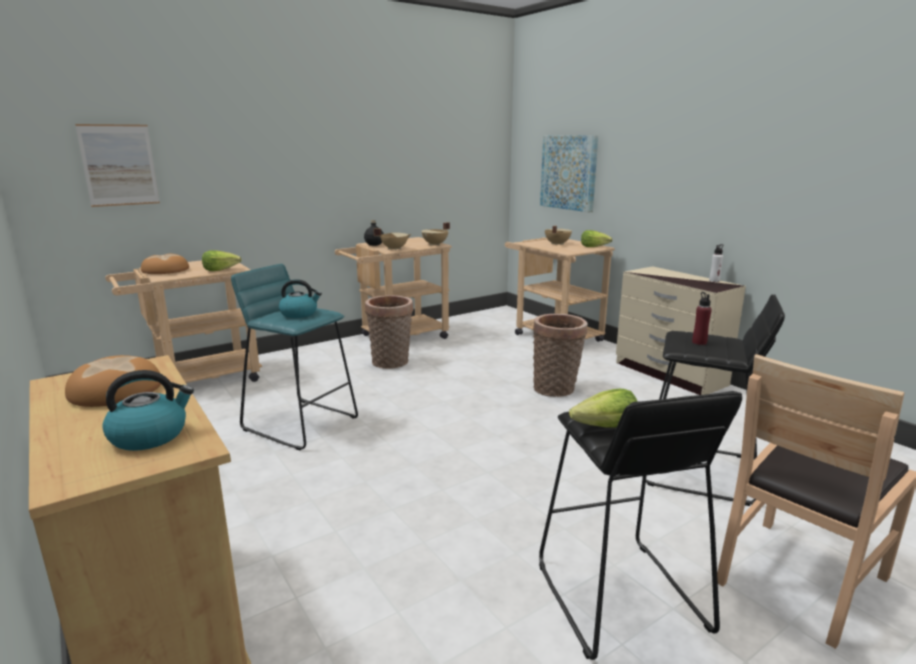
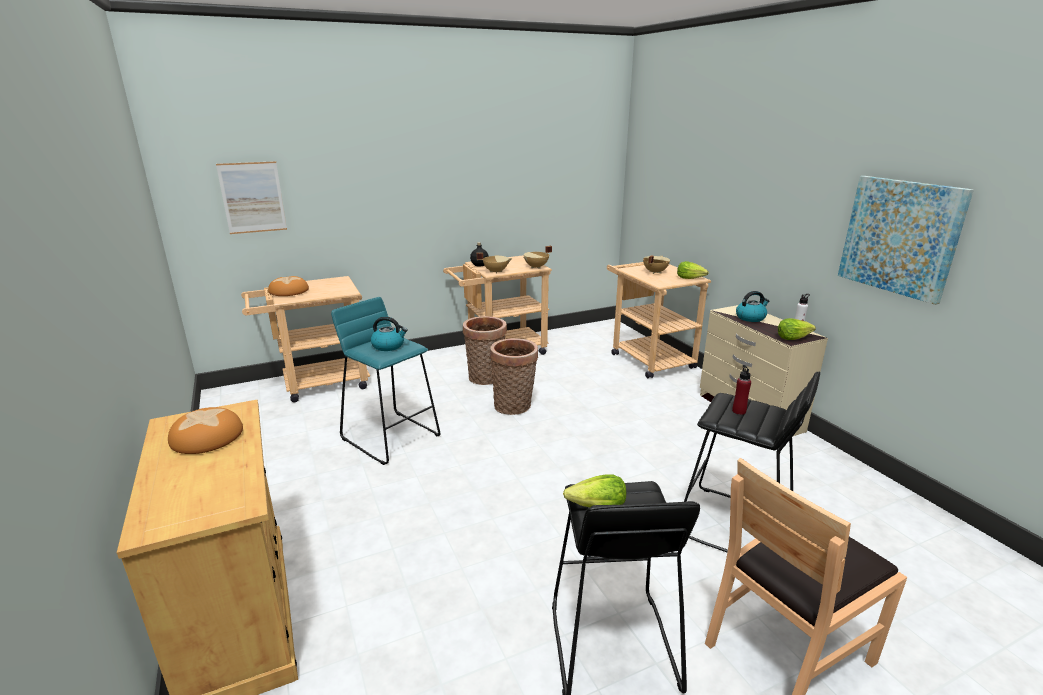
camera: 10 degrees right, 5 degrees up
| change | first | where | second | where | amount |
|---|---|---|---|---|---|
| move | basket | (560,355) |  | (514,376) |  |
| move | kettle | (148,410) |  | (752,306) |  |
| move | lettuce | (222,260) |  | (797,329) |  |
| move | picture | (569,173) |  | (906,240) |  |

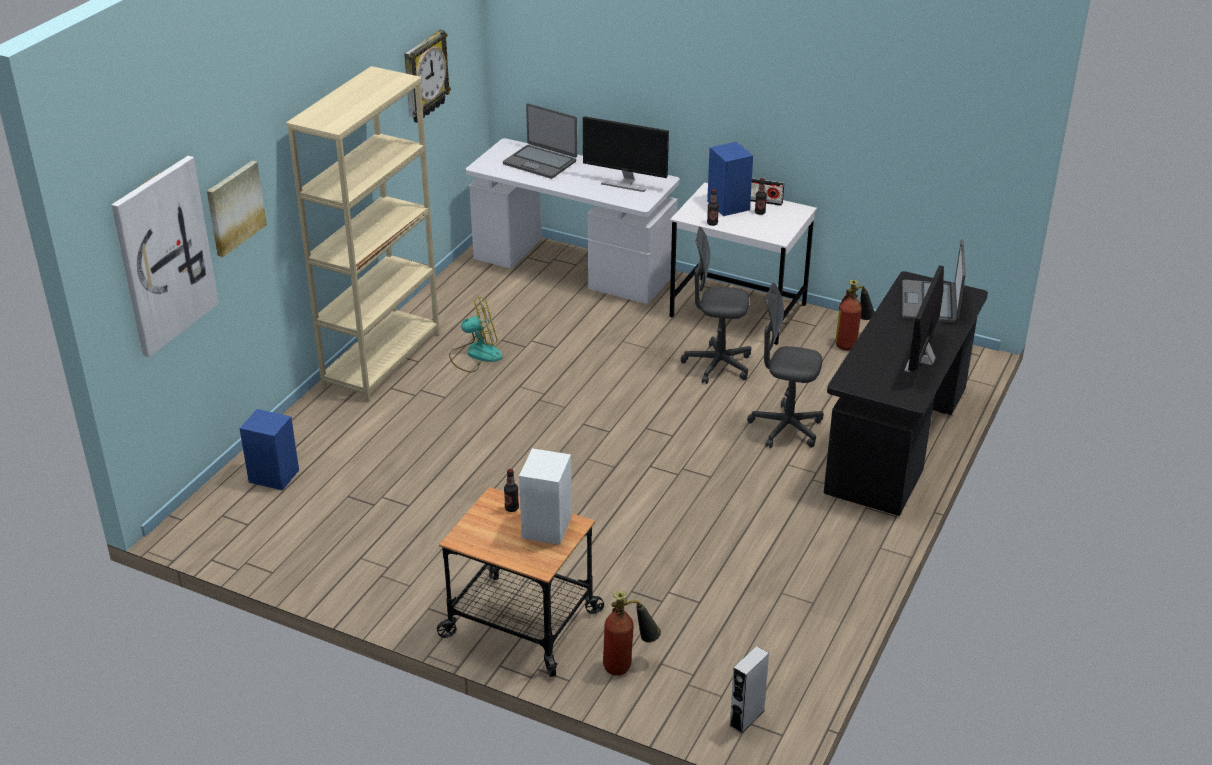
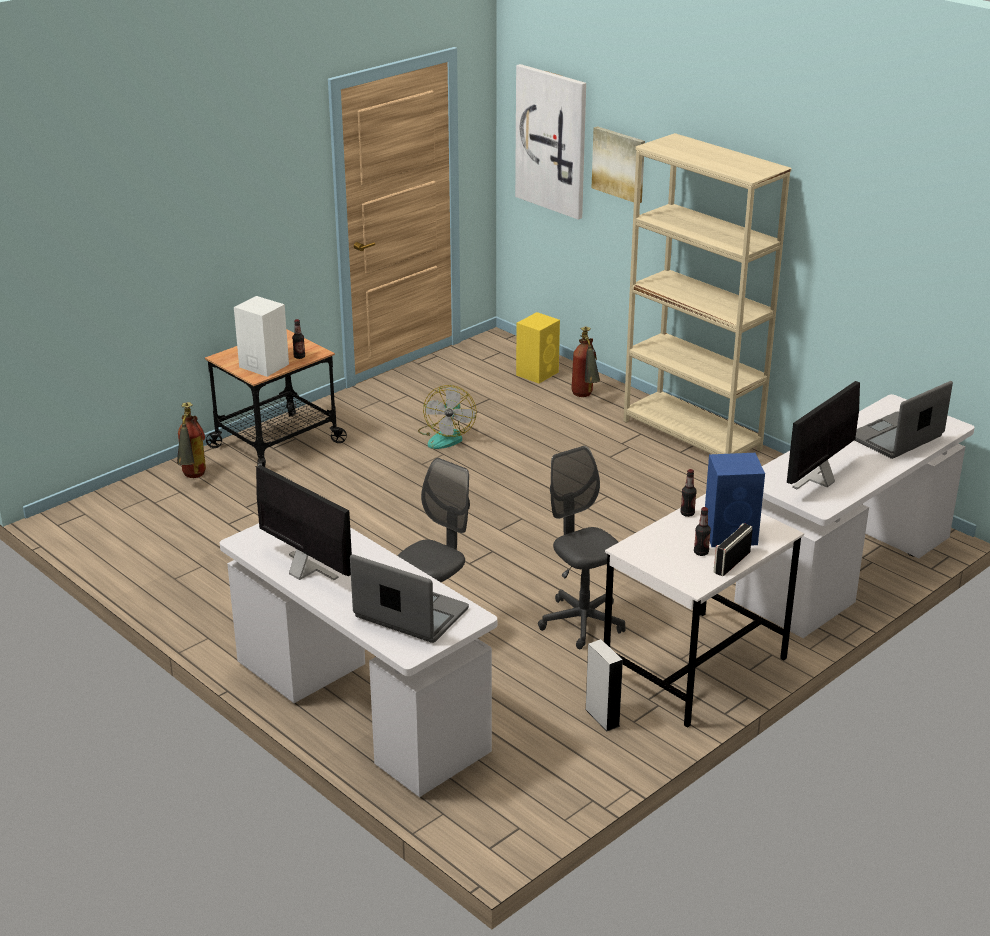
camera: 110 degrees right, 5 degrees down
| change | first | where | second | where | amount |
|---|---|---|---|---|---|
| recolor | desk in black | (906,393) | desk in white | (359,660) |  |
| move | fan | (476,334) |  | (447,417) |  |
| recolor | speaker in blue | (269,449) | speaker in yellow | (538,348) |  |
| rotate | office chair in grey | (716,305) |  | (581,547) | 60 degrees counterclockwise |
| move | fire extinguisher | (855,315) |  | (585,362) |  |
| move | speaker in grey | (749,689) |  | (604,685) |  |
| delete | wall clock | (427,76) |  |  |  |

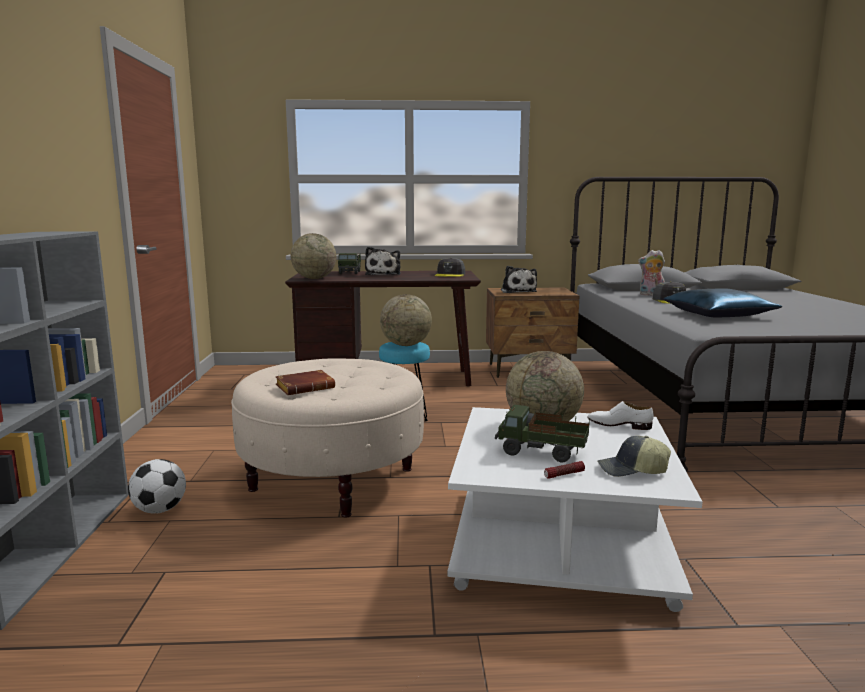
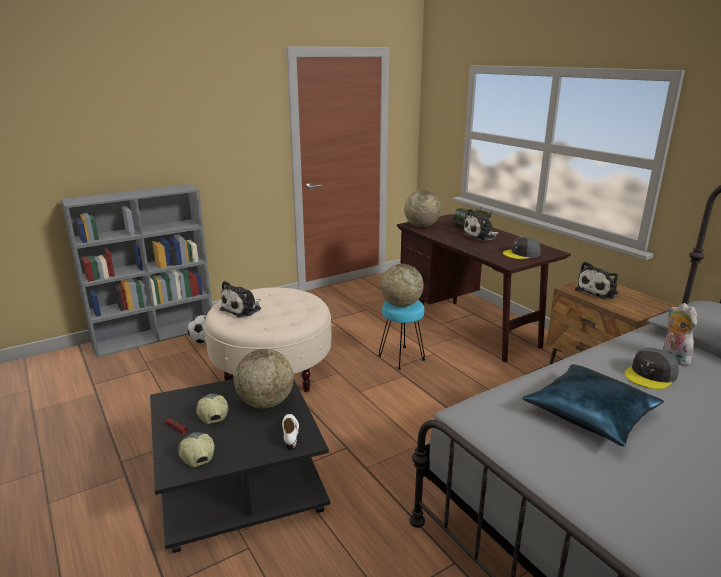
camera: 60 degrees right, 10 degrees up
| change | first | where | second | where | amount |
|---|---|---|---|---|---|
| recolor | coffee table in white | (575,509) | coffee table in black | (240,466) |  |
| replace | toy truck | (542,433) | cap | (212,408) |  |
| replace | book in brown | (305,382) | plush toy | (240,299) |  |

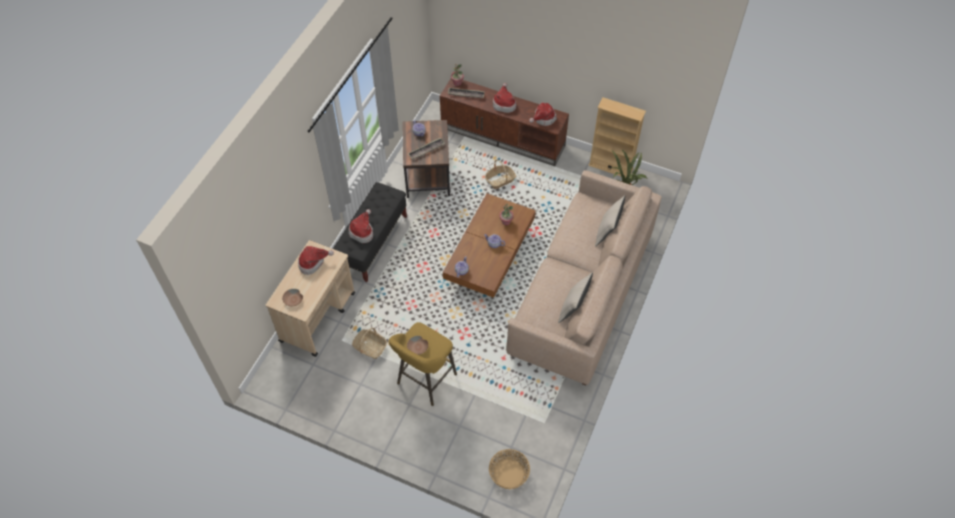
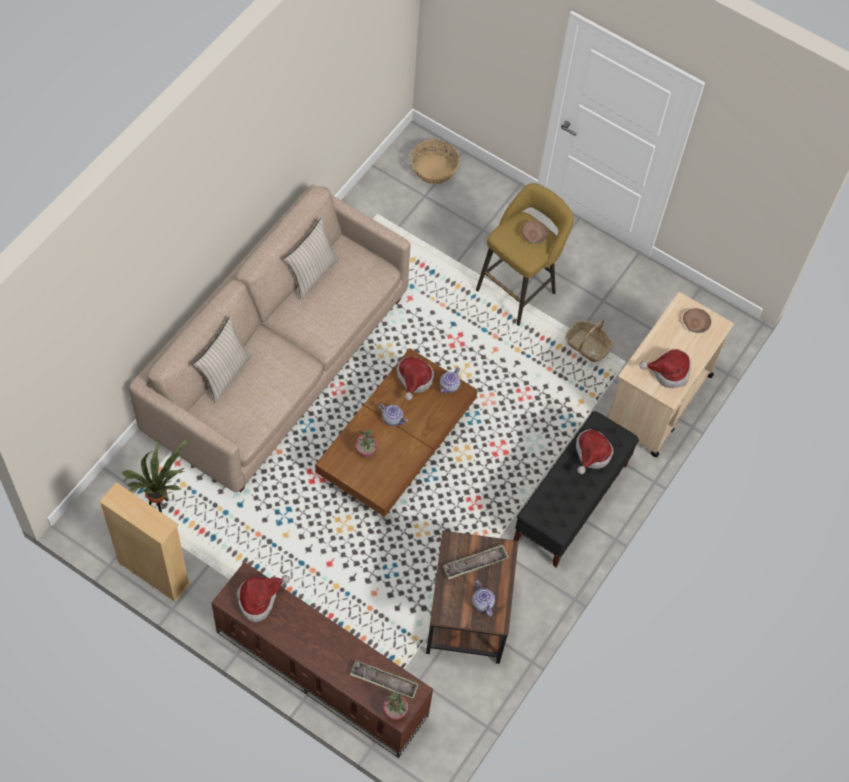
camera: 175 degrees left, 5 degrees up
| change | first | where | second | where | amount |
|---|---|---|---|---|---|
| move | hat | (504,98) |  | (415,378) |  |
| delete | basket | (500,174) |  |  |  |

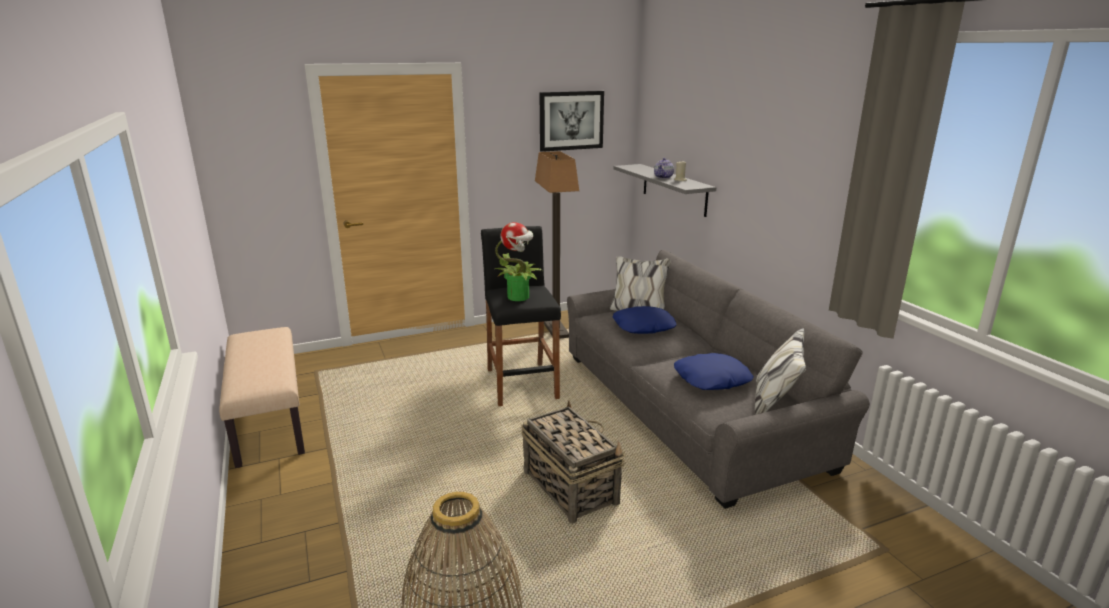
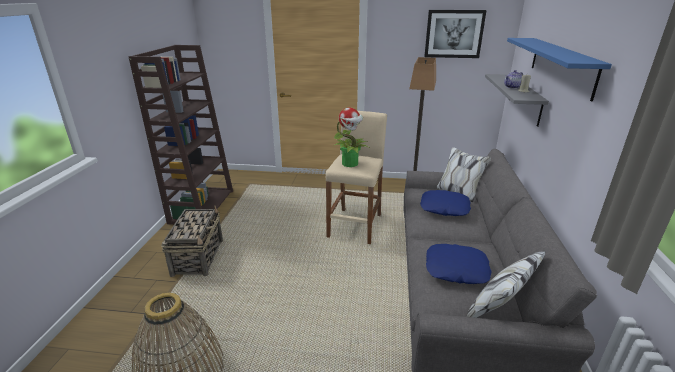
camera: 30 degrees right, 5 degrees up
| change | first | where | second | where | amount |
|---|---|---|---|---|---|
| replace | bench in beige | (262,397) | bookcase in brown | (180,135) |  |
| move | basket | (573,462) |  | (192,241) |  |
| recolor | stool in black | (521,316) | stool in beige | (356,177) |  |
| insert |  |  | shelf in blue | (559,70) |  |

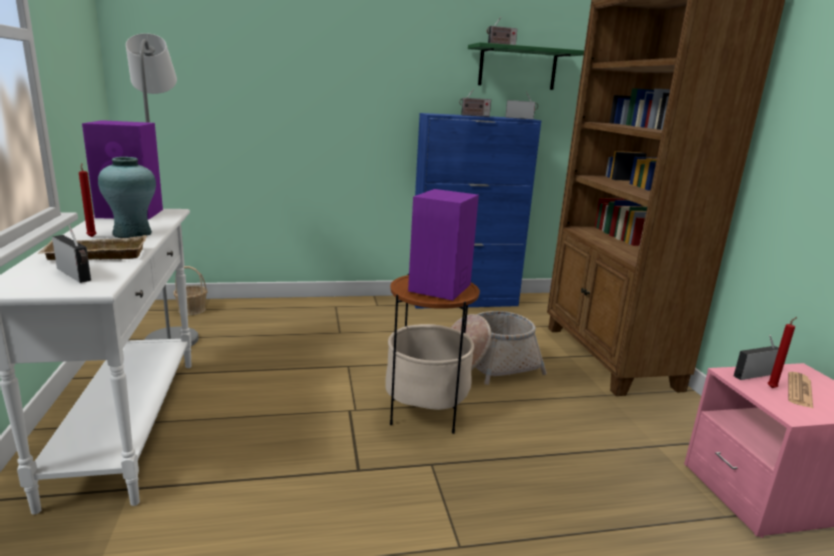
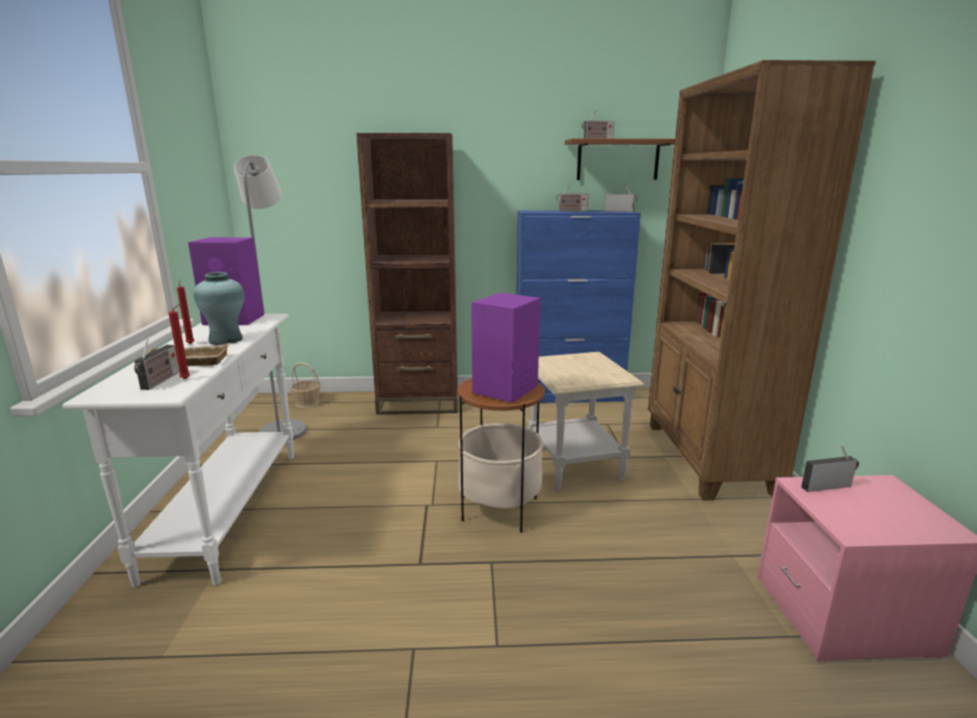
camera: 10 degrees right, 0 degrees up
| change | first | where | second | where | amount |
|---|---|---|---|---|---|
| rotate | radio | (71,254) |  | (157,364) | 45 degrees clockwise |
| move | candle in red | (782,352) |  | (179,342) |  |
| insert |  |  | bookcase in brown | (407,273) |  |
| replace | basket | (498,348) | side table in beige | (586,420) |  |
| recolor | shelf in green | (526,66) | shelf in brown | (620,159) |  |
| delete | newspaper | (800,390) |  |  |  |

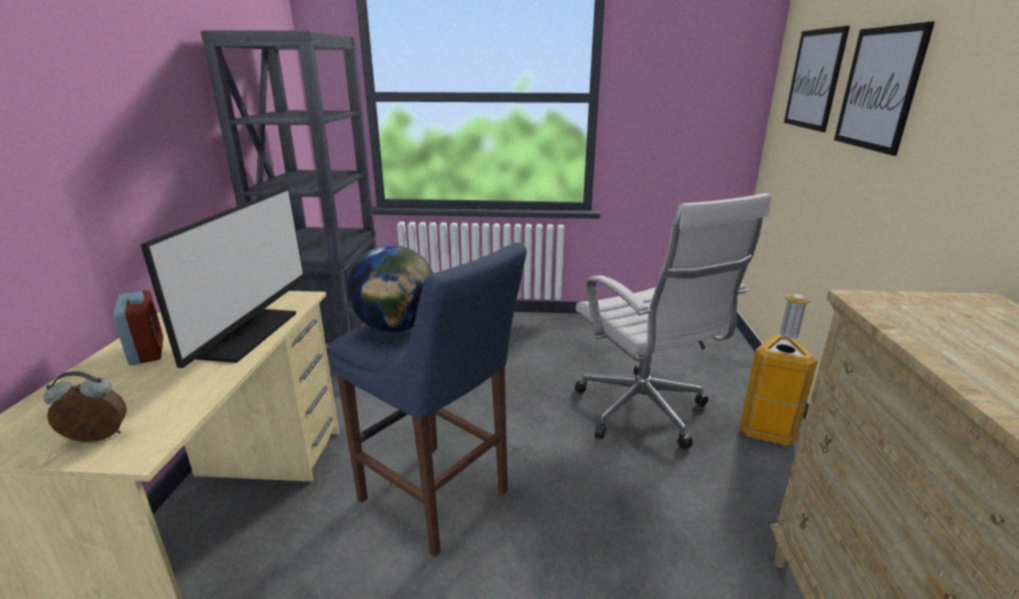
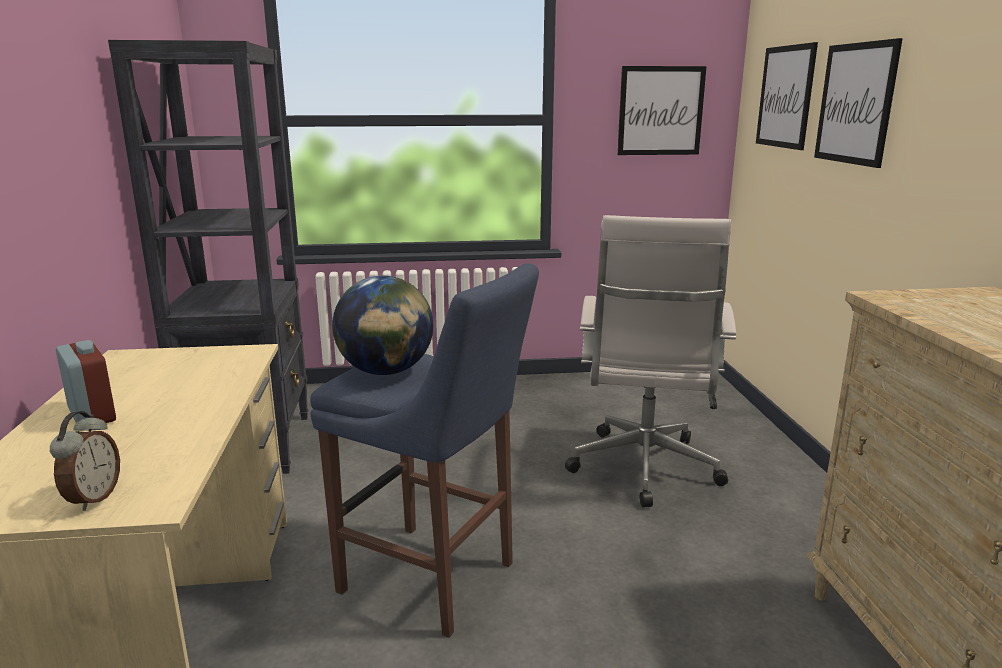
camera: 10 degrees left, 5 degrees down
| change | first | where | second | where | amount |
|---|---|---|---|---|---|
| rotate | alarm clock | (85,406) |  | (85,461) | 120 degrees clockwise |
| rotate | office chair in white | (673,321) |  | (651,361) | 45 degrees clockwise |
| insert |  |  | picture | (662,110) |  |
| delete | monitor | (222,278) |  |  |  |
| delete | trash can | (778,370) |  |  |  |

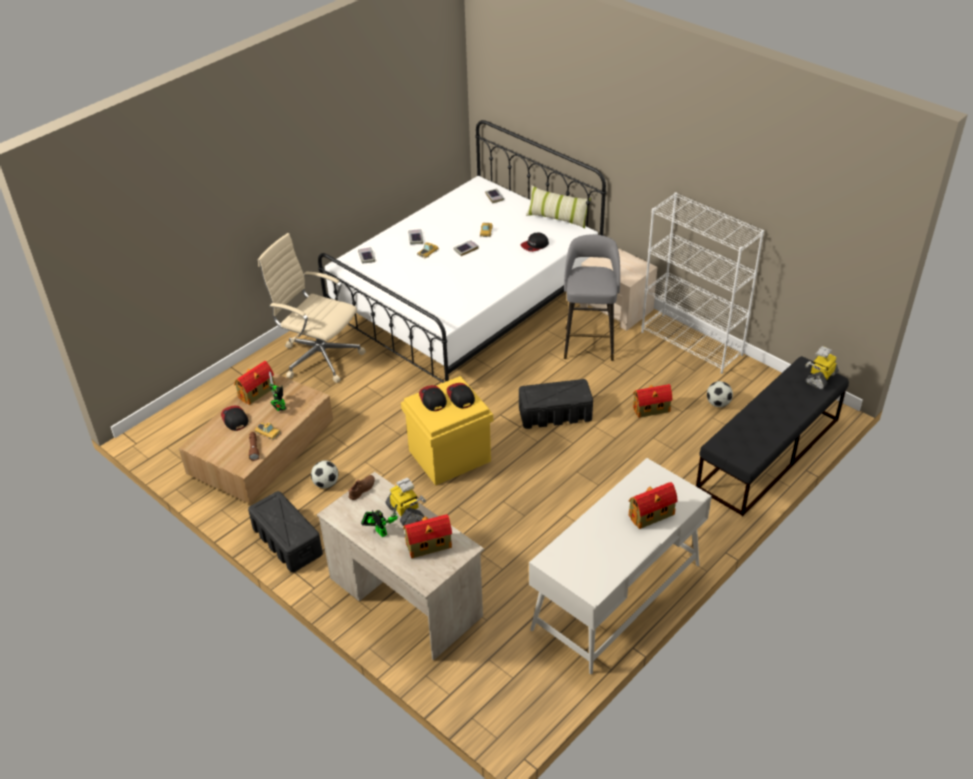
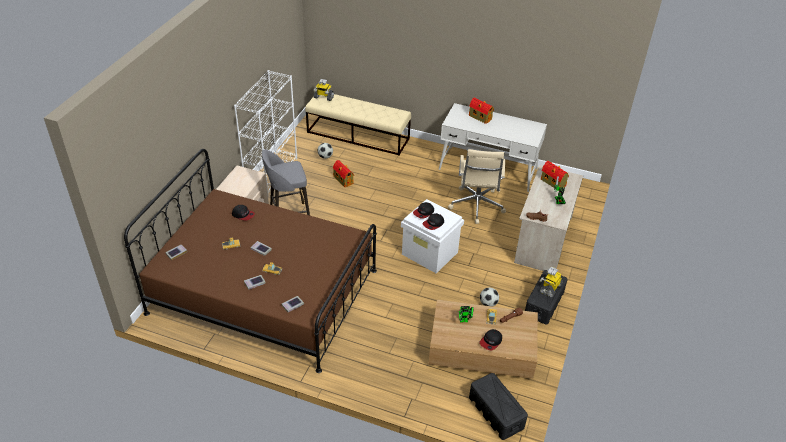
camera: 115 degrees left, 0 degrees up
| change | first | where | second | where | amount |
|---|---|---|---|---|---|
| recolor | bed in white | (462,251) | bed in brown | (250,261) |  |
| recolor | bench in black | (772,436) | bench in beige | (358,124) |  |
| recolor | storage box in yellow | (447,431) | storage box in white | (432,236) |  |
| move | office chair in beige | (312,308) |  | (477,186) |  |
| move | storage box in black | (556,404) |  | (498,406) |  |
| move | toy robot | (406,502) |  | (551,282) |  |
| delete | toy house | (254,383) |  |  |  |
| delete | pillow | (558,206) |  |  |  |

